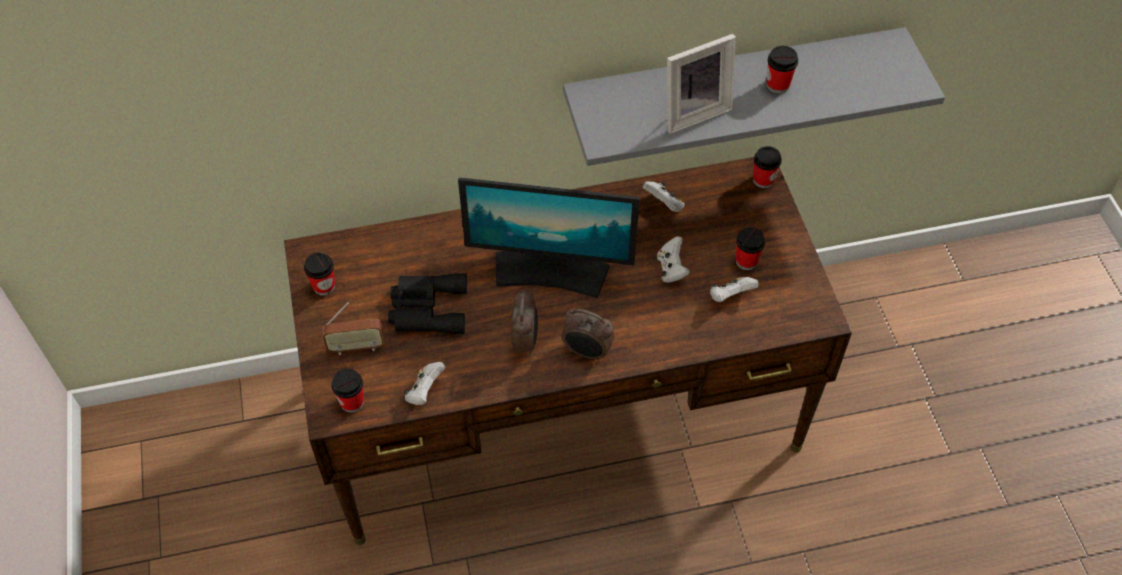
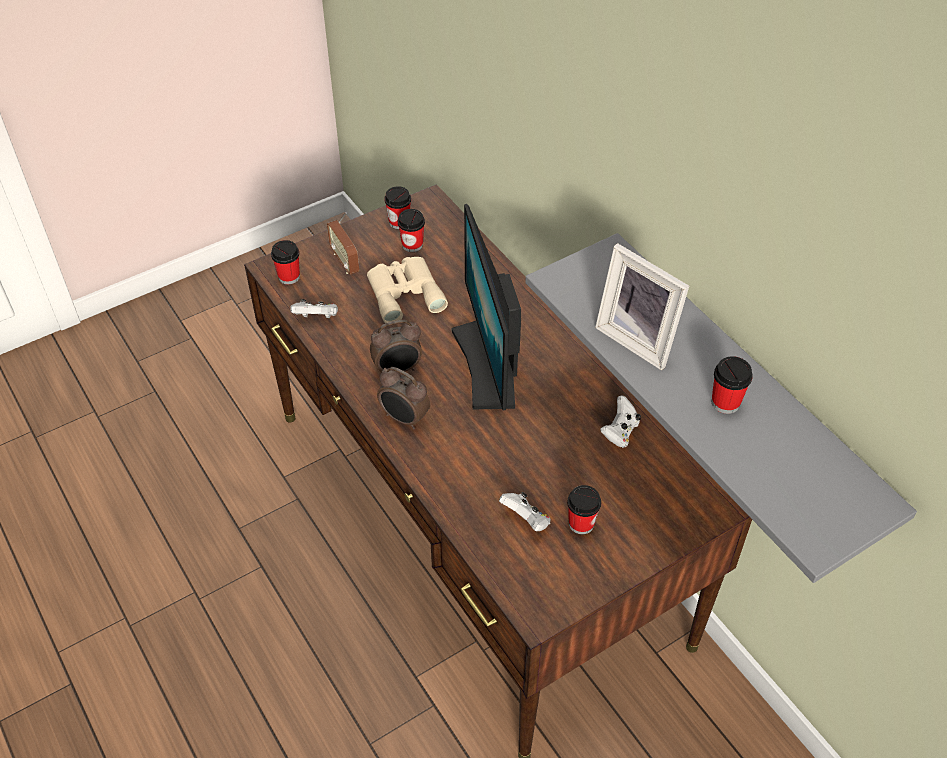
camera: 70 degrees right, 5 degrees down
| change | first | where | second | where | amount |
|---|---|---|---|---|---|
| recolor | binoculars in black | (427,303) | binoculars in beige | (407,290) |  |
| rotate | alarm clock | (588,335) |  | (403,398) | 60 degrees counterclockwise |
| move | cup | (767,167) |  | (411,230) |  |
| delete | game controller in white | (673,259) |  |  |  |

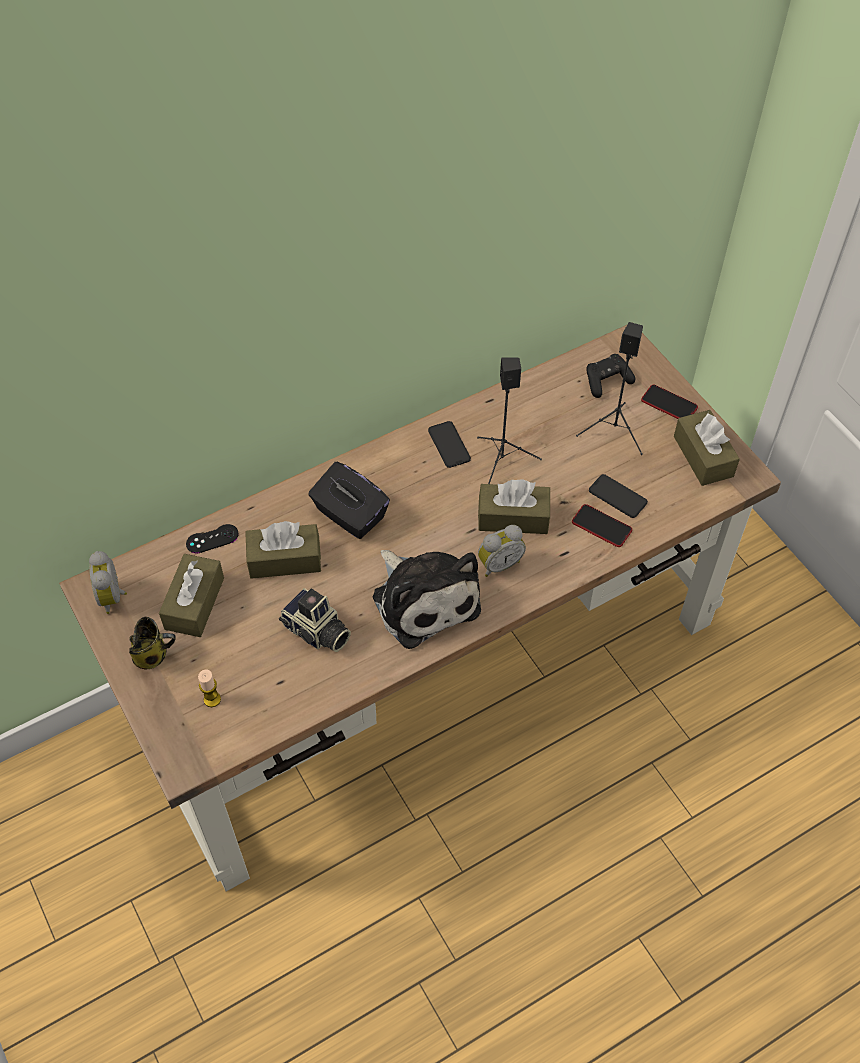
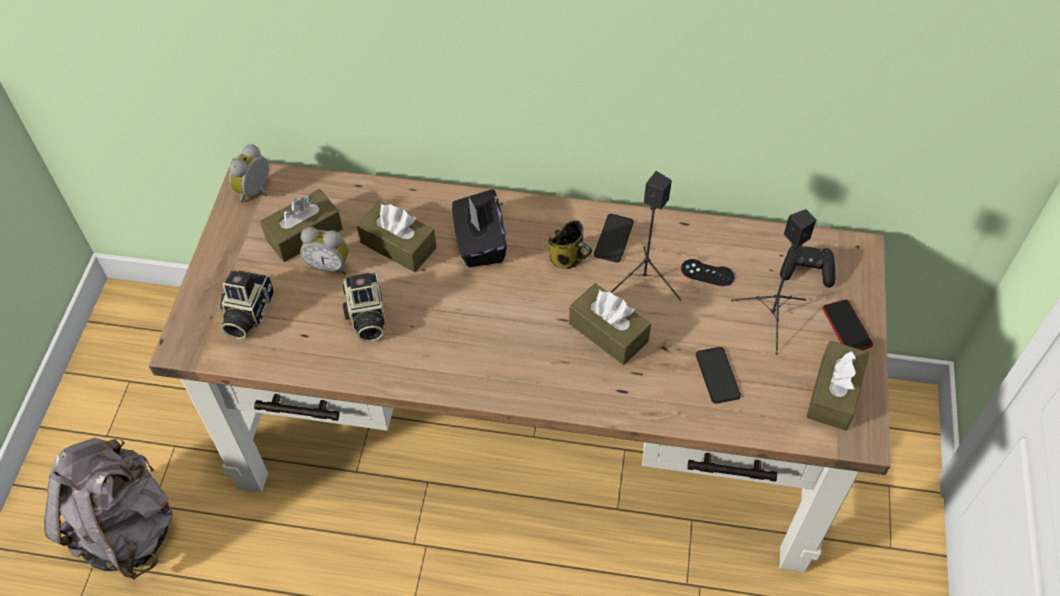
camera: 40 degrees right, 0 degrees up
| change | first | where | second | where | amount |
|---|---|---|---|---|---|
| insert |  |  | backpack in grey | (108,508) |  |
| replace | candle | (209,688) | photo camera | (247,304) |  |
| move | alarm clock | (502,551) |  | (324,250) |  |
| move | mug | (152,643) |  | (570,244) |  |
| move | game controller in black | (212,538) |  | (708,272) |  |
| delete | plush toy | (427,599) |  |  |  |
| delete | phone | (602,525) |  |  |  |

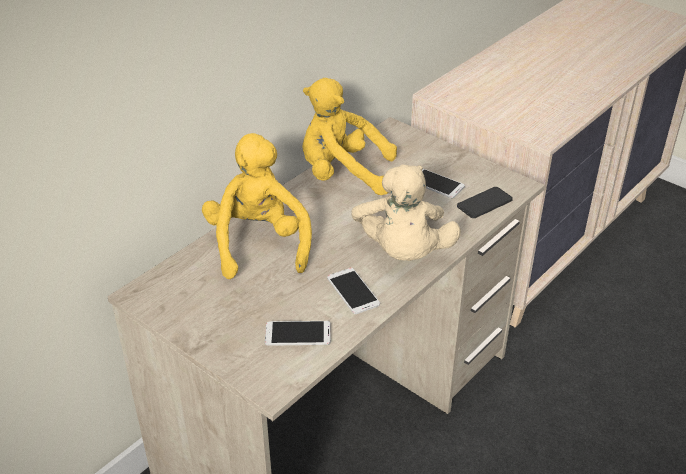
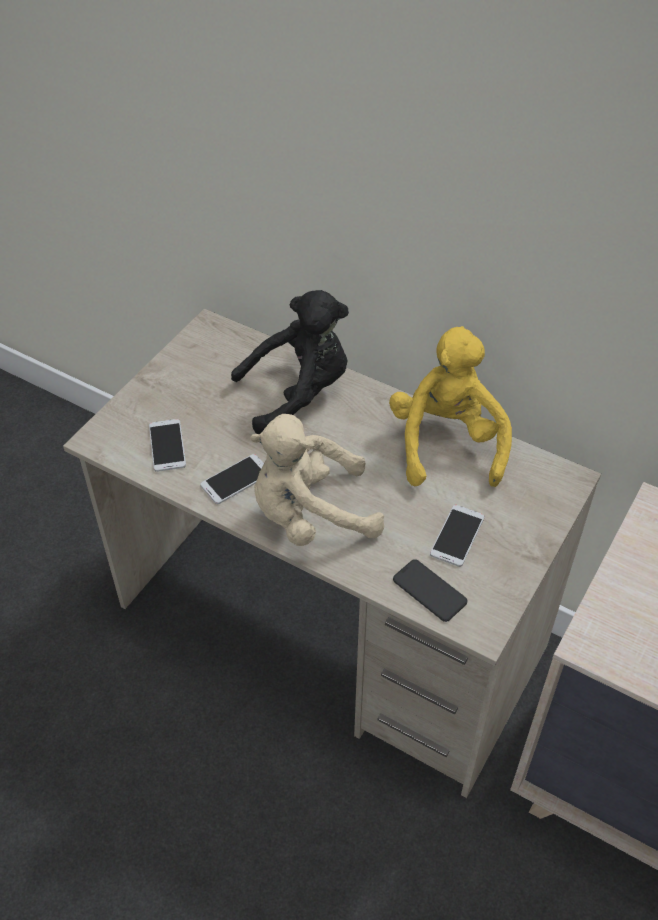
camera: 80 degrees right, 10 degrees up
| change | first | where | second | where | amount |
|---|---|---|---|---|---|
| recolor | plush toy in yellow | (257,206) | plush toy in black | (290,362) |  |

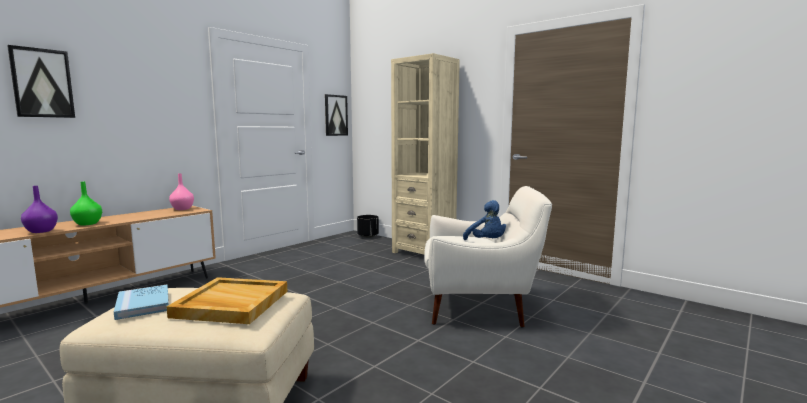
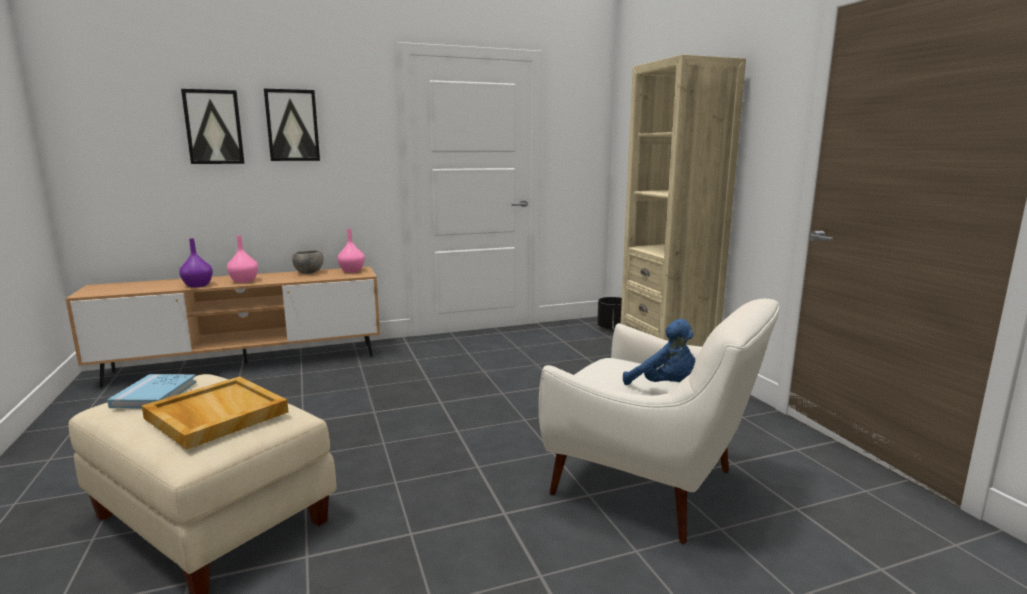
camera: 30 degrees right, 5 degrees up
| change | first | where | second | where | amount |
|---|---|---|---|---|---|
| recolor | vase in green | (86,204) | vase in pink | (242,259) |  |
| move | picture | (336,115) |  | (292,125) |  |
| insert |  |  | bowl in grey | (308,262) |  |
| rotate | plush toy in blue | (484,220) |  | (659,352) | 45 degrees counterclockwise |

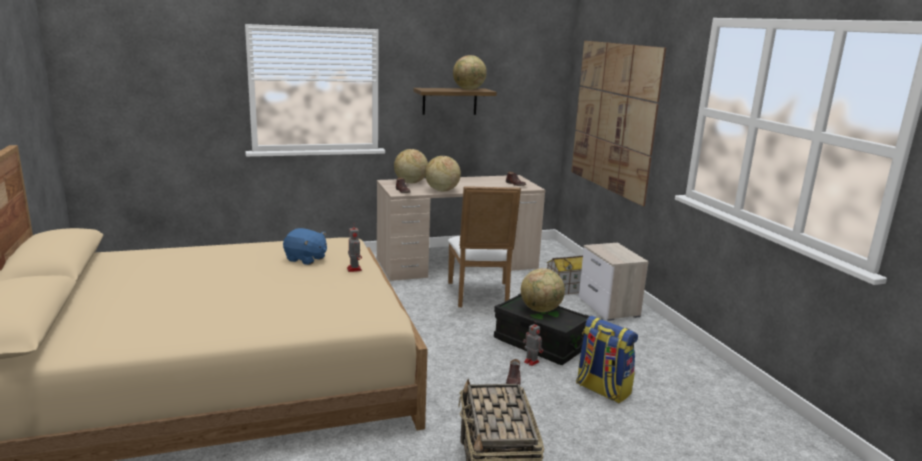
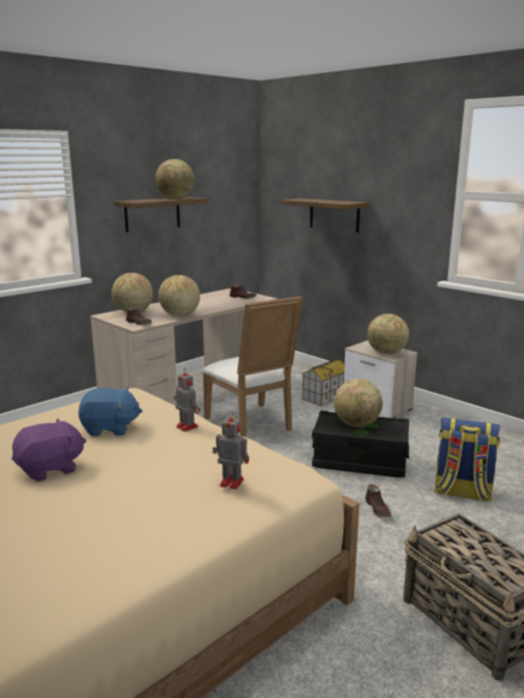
camera: 25 degrees left, 0 degrees up
| change | first | where | second | where | amount |
|---|---|---|---|---|---|
| insert |  |  | plush toy in purple | (49,449) |  |
| move | toy robot | (533,343) |  | (230,450) |  |
| replace | picture | (618,123) | shelf | (325,215) |  |
| insert |  |  | globe | (388,334) |  |

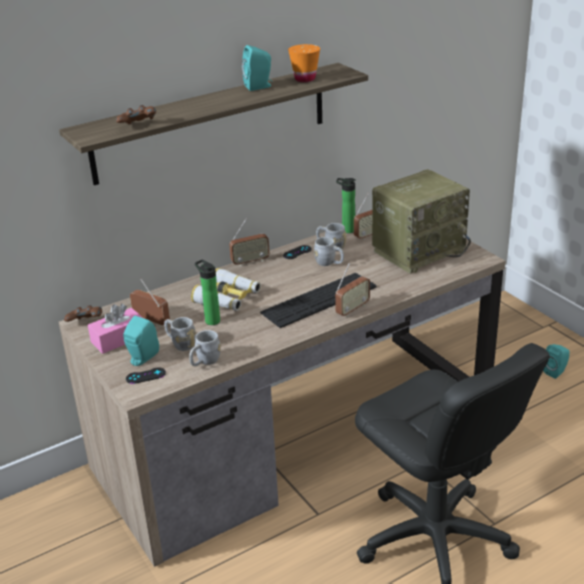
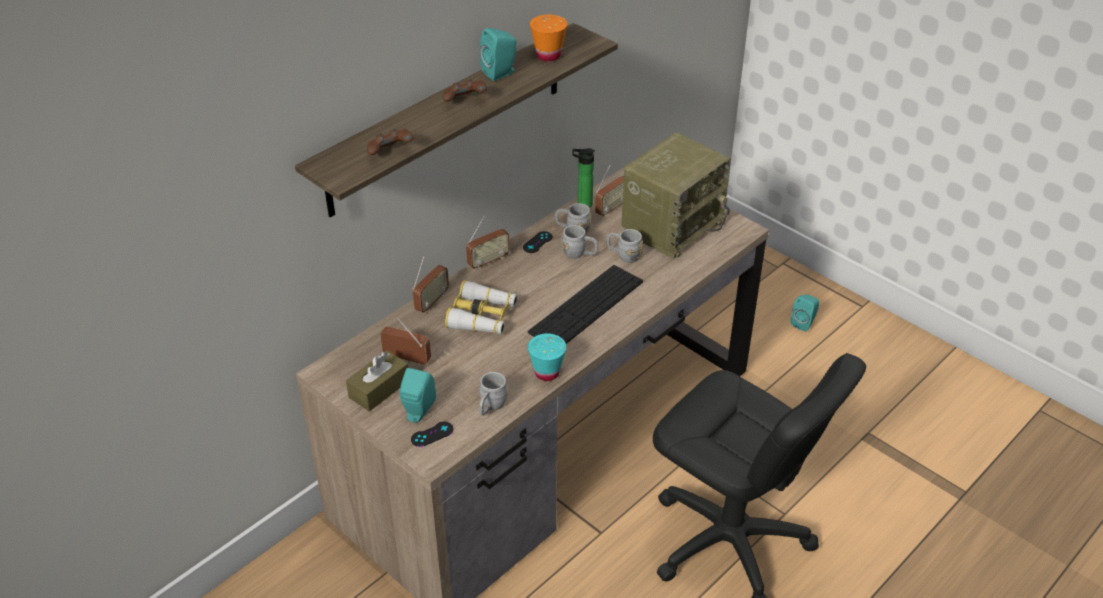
camera: 15 degrees left, 10 degrees up
| change | first | where | second | where | amount |
|---|---|---|---|---|---|
| recolor | tissue box in pink | (115,329) | tissue box in brown | (377,380) |  |
| move | radio | (352,290) |  | (431,284) |  |
| move | game controller in brown | (83,313) |  | (465,90) |  |
| insert |  |  | cup in turquoise | (547,357) |  |
| move | mug in grey | (180,334) |  | (624,246) |  |
| delete | bottle | (207,292) |  |  |  |

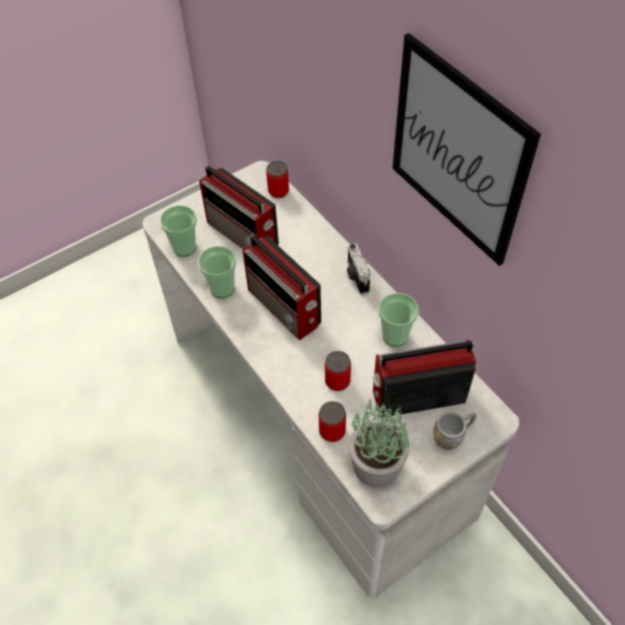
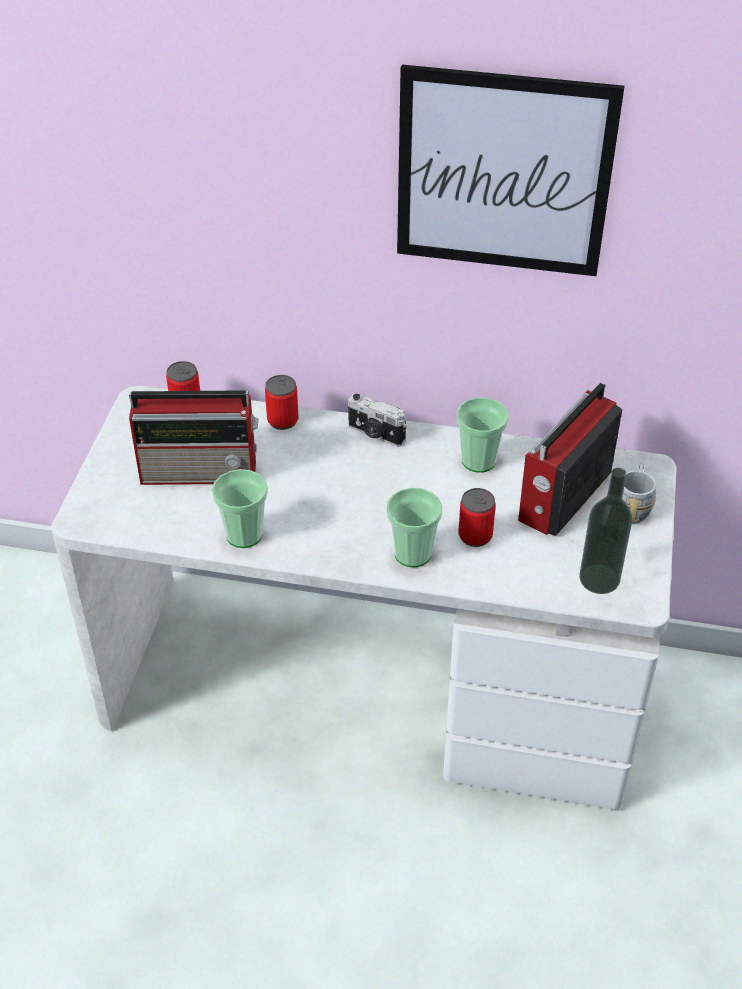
camera: 45 degrees left, 10 degrees down
| change | first | where | second | where | amount |
|---|---|---|---|---|---|
| move | can | (332,421) |  | (281,402) |  |
| move | cup | (178,231) |  | (414,527) |  |
| replace | potted plant | (379,444) | bottle | (606,531) |  |
| delete | radio | (281,287) |  |  |  |

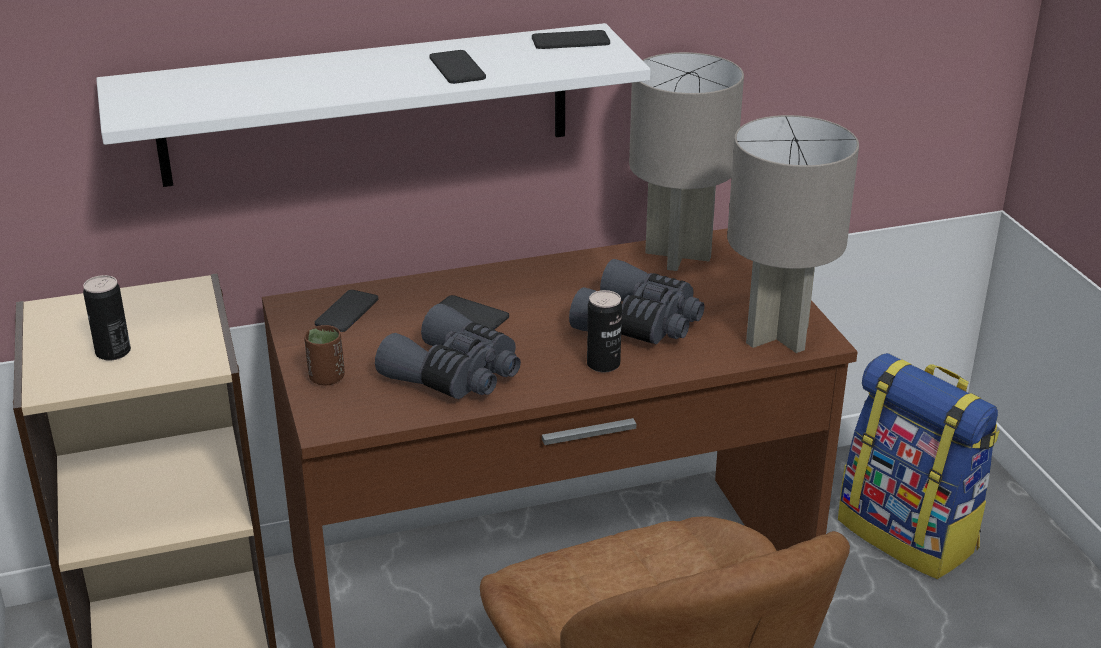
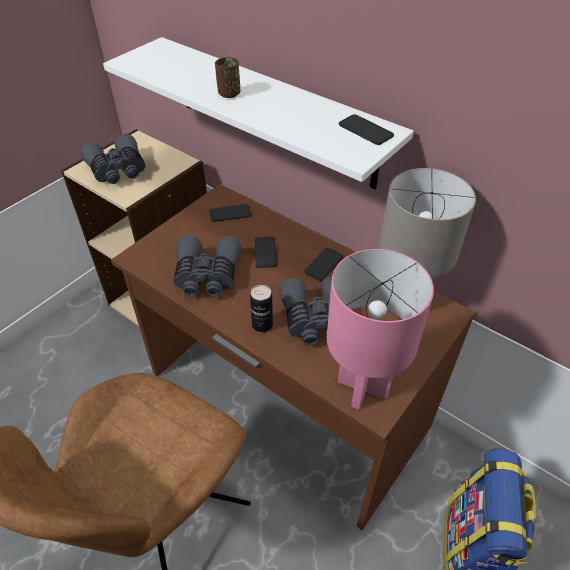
camera: 55 degrees right, 15 degrees up
| change | first | where | second | where | amount |
|---|---|---|---|---|---|
| replace | can | (107,318) | binoculars in grey | (112,159) |  |
| move | cup in brown | (324,355) |  | (227,77) |  |
| move | phone | (457,67) |  | (323,264) |  |
| recolor | table lamp in grey | (793,234) | table lamp in pink | (380,329) |  |

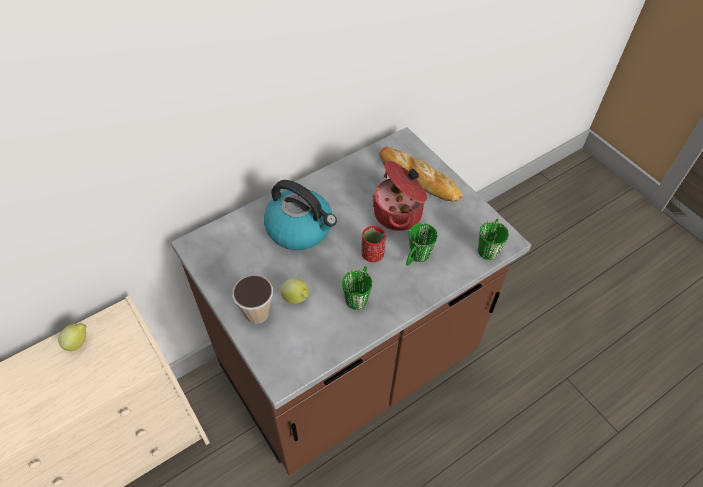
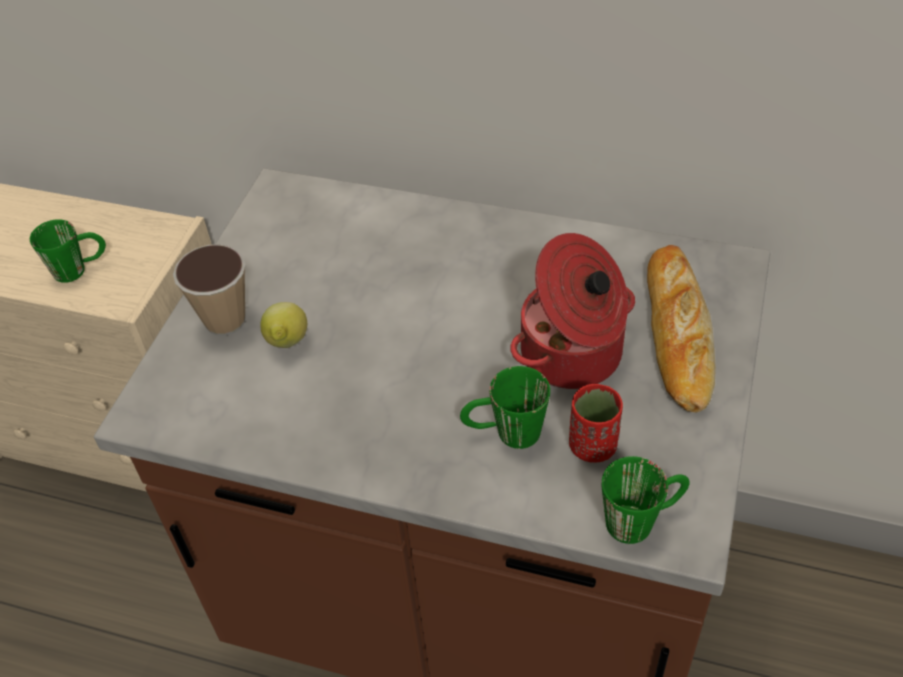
camera: 55 degrees right, 5 degrees down
| change | first | where | second | where | amount |
|---|---|---|---|---|---|
| move | mug in green | (357,288) |  | (68,251) |  |
| move | cup in red | (374,244) |  | (596,423) |  |
| delete | lemon | (72,337) |  |  |  |
| delete | kettle | (300,215) |  |  |  |

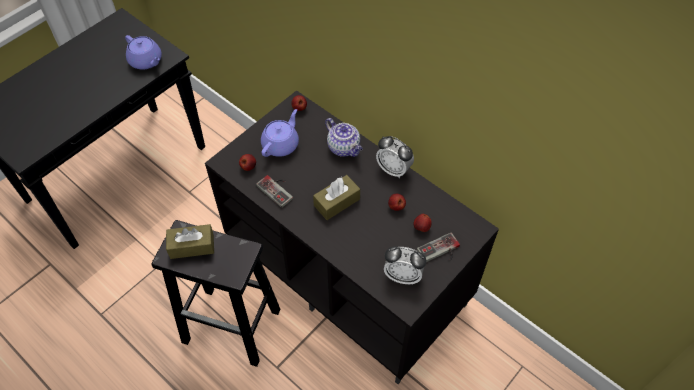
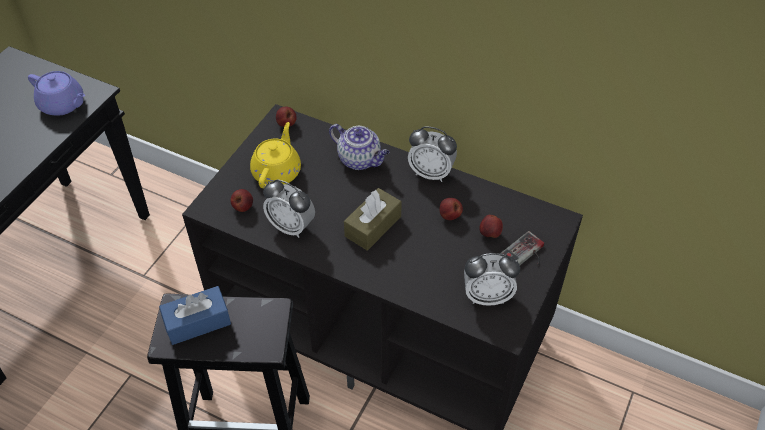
camera: 15 degrees left, 5 degrees down
| change | first | where | second | where | amount |
|---|---|---|---|---|---|
| recolor | tissue box in brown | (190,241) | tissue box in blue | (195,315) |  |
| recolor | teapot in purple | (280,133) | teapot in yellow | (275,155) |  |
| replace | game controller | (274,191) | alarm clock | (289,208) |  |

